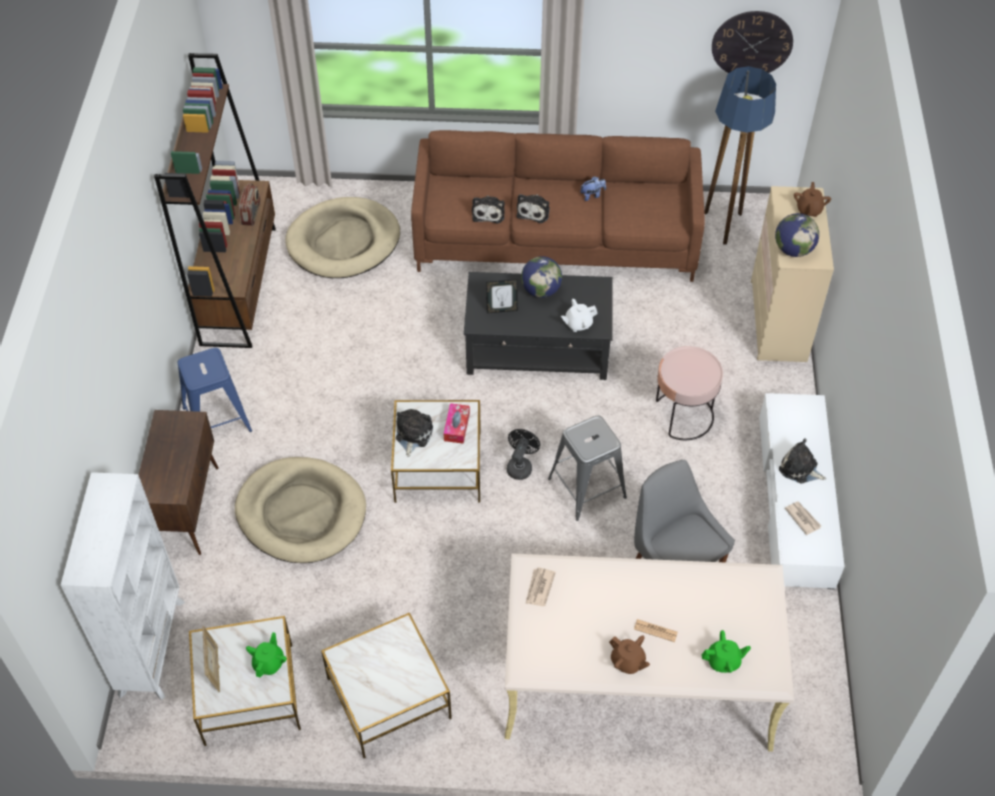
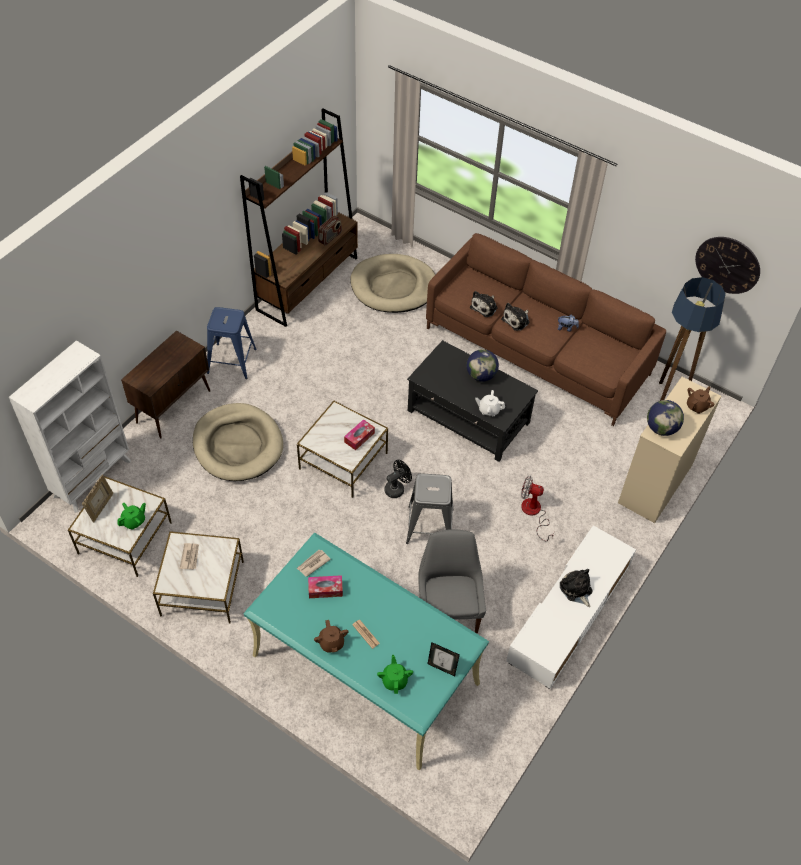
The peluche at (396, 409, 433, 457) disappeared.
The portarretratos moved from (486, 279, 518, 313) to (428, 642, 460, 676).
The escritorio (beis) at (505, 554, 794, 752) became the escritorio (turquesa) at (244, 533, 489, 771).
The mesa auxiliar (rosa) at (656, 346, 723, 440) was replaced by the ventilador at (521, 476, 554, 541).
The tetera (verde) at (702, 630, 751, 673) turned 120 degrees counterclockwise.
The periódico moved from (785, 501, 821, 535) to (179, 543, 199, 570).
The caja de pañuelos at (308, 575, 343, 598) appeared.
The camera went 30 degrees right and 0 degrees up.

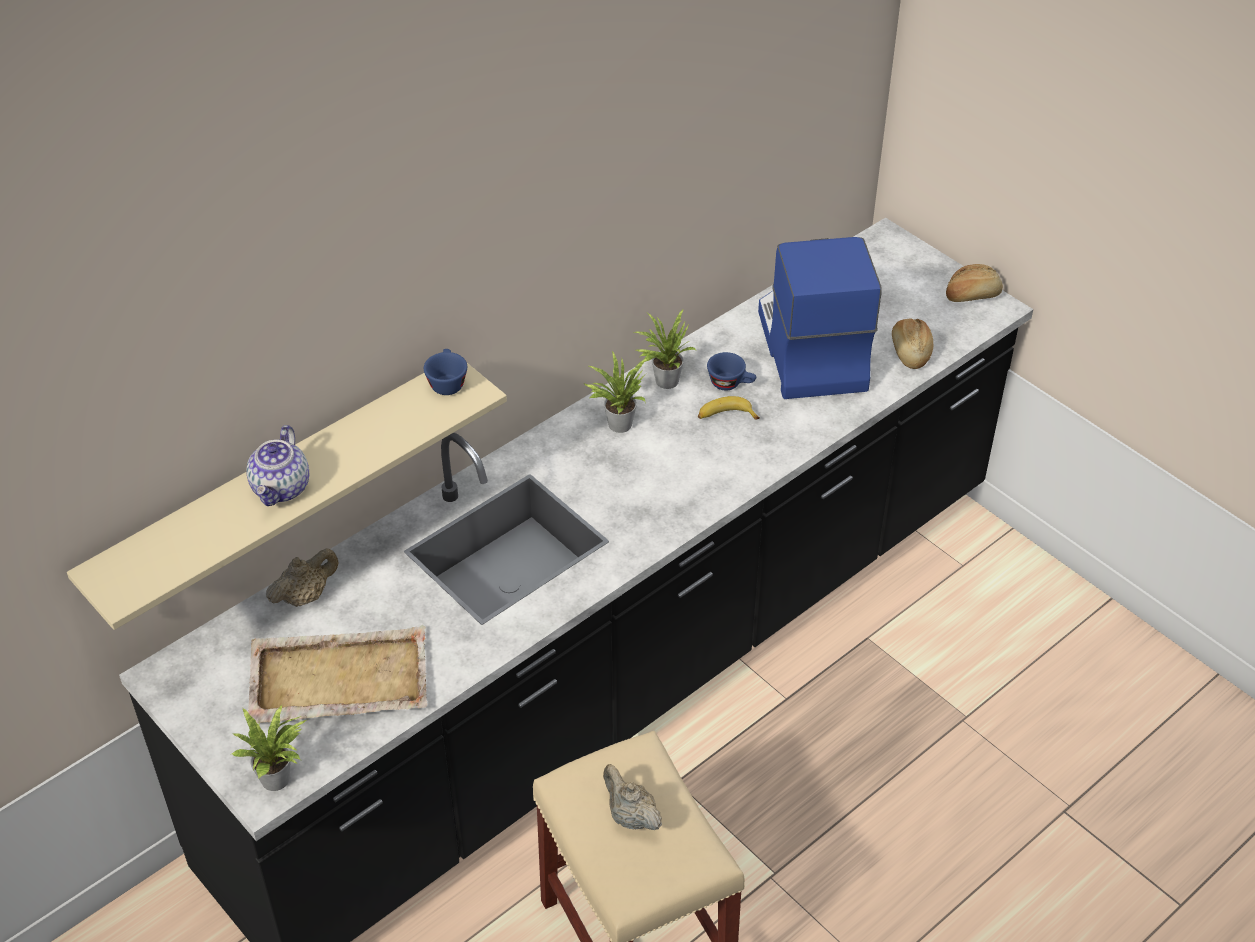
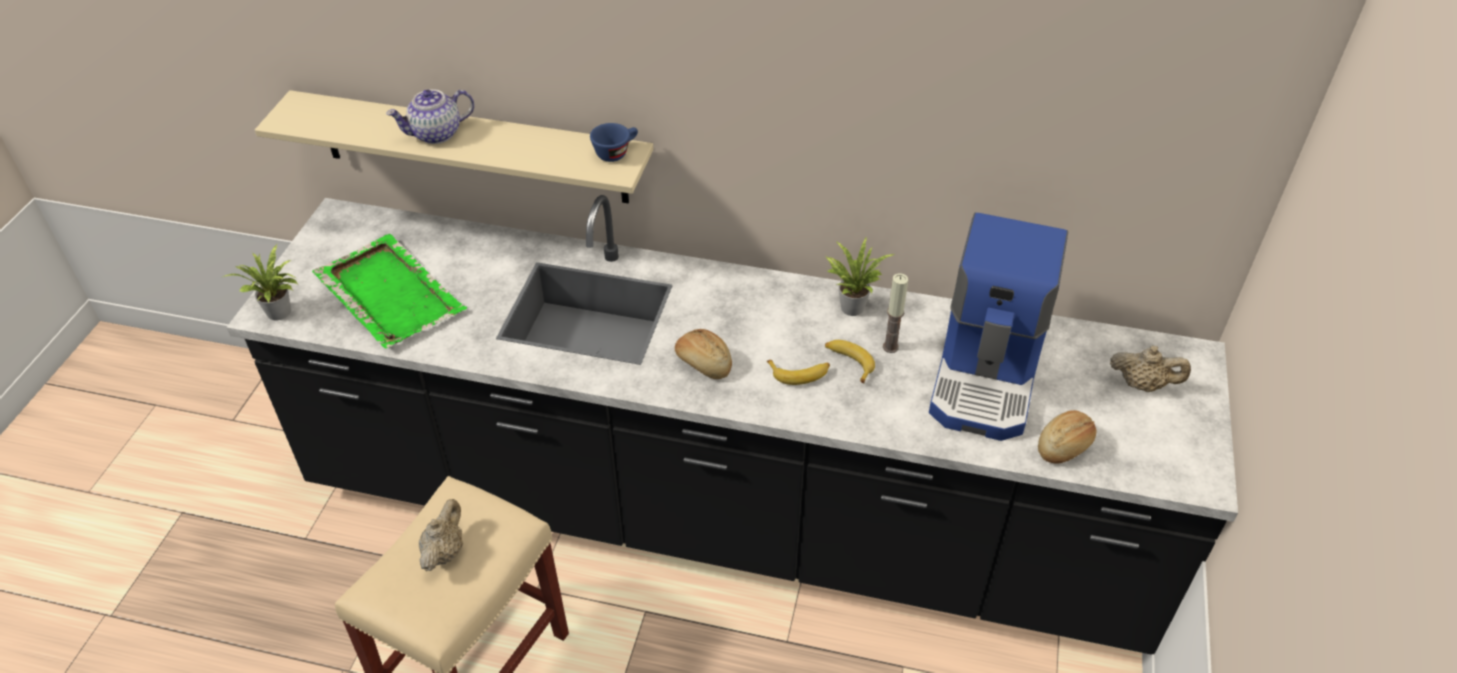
The bandeja (beis) at (248, 625, 427, 723) became the bandeja (verde) at (312, 234, 467, 348).
The tetera (beis) moved from (266, 548, 339, 607) to (1110, 346, 1191, 392).
The planta en maceta at (584, 350, 649, 433) disappeared.
The taza (azul) at (707, 352, 756, 390) was replaced by the vela at (883, 273, 908, 353).
The cafetera at (758, 237, 882, 399) turned 150 degrees clockwise.
The pan moved from (946, 264, 1003, 302) to (675, 329, 732, 379).
The plátano at (767, 360, 830, 385) appeared.
The camera went 55 degrees right and 0 degrees up.

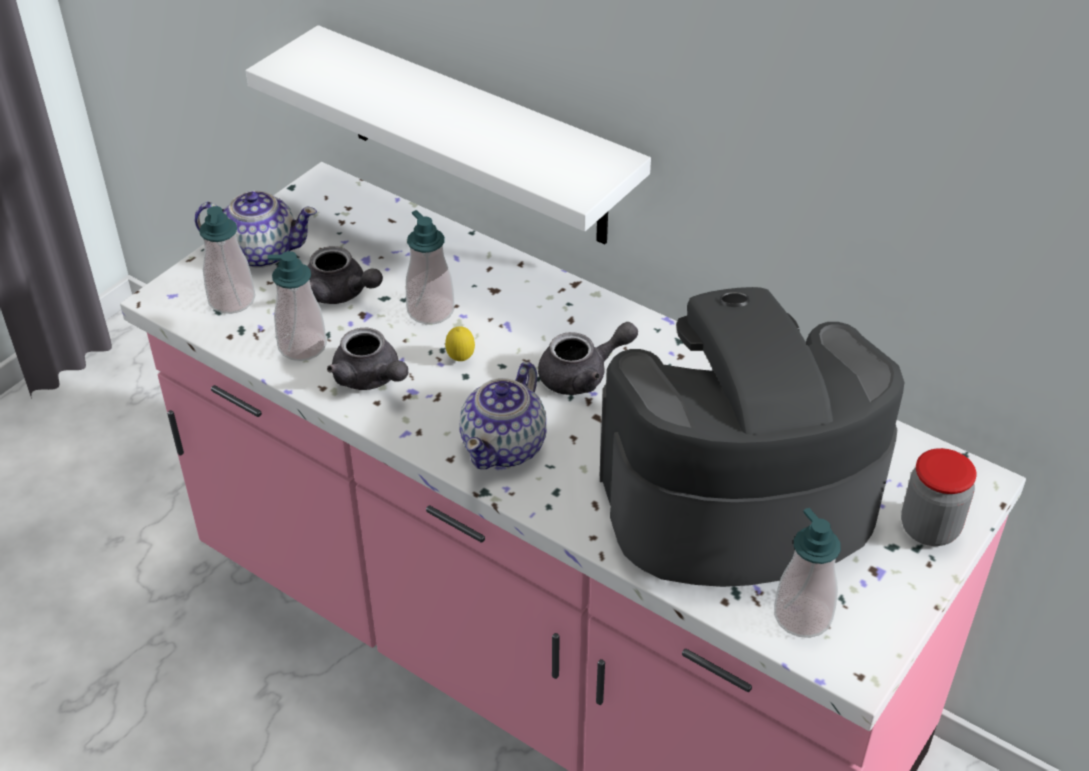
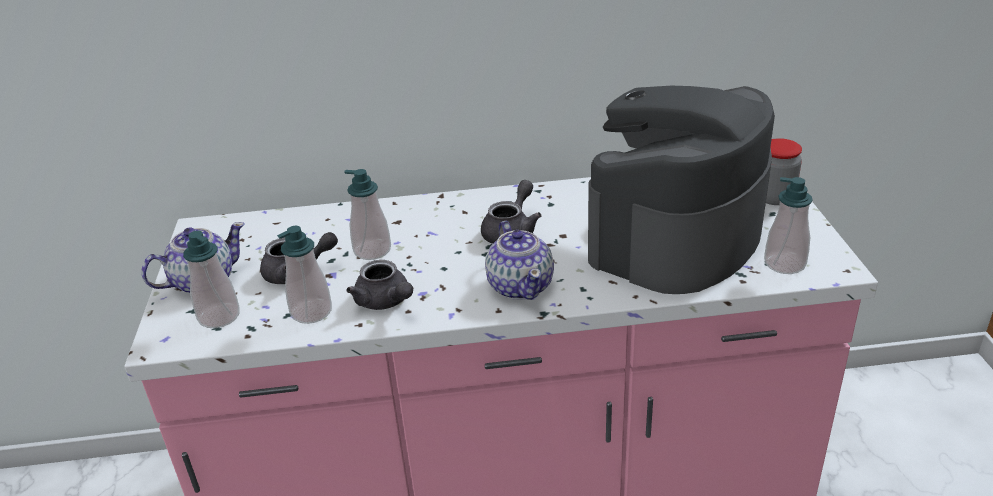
The estante (blanco) at (246, 25, 651, 244) disappeared.
The tetera (gris) at (327, 328, 408, 390) turned 45 degrees clockwise.
The limón at (445, 326, 475, 361) disappeared.
The camera went 40 degrees left and 10 degrees down.

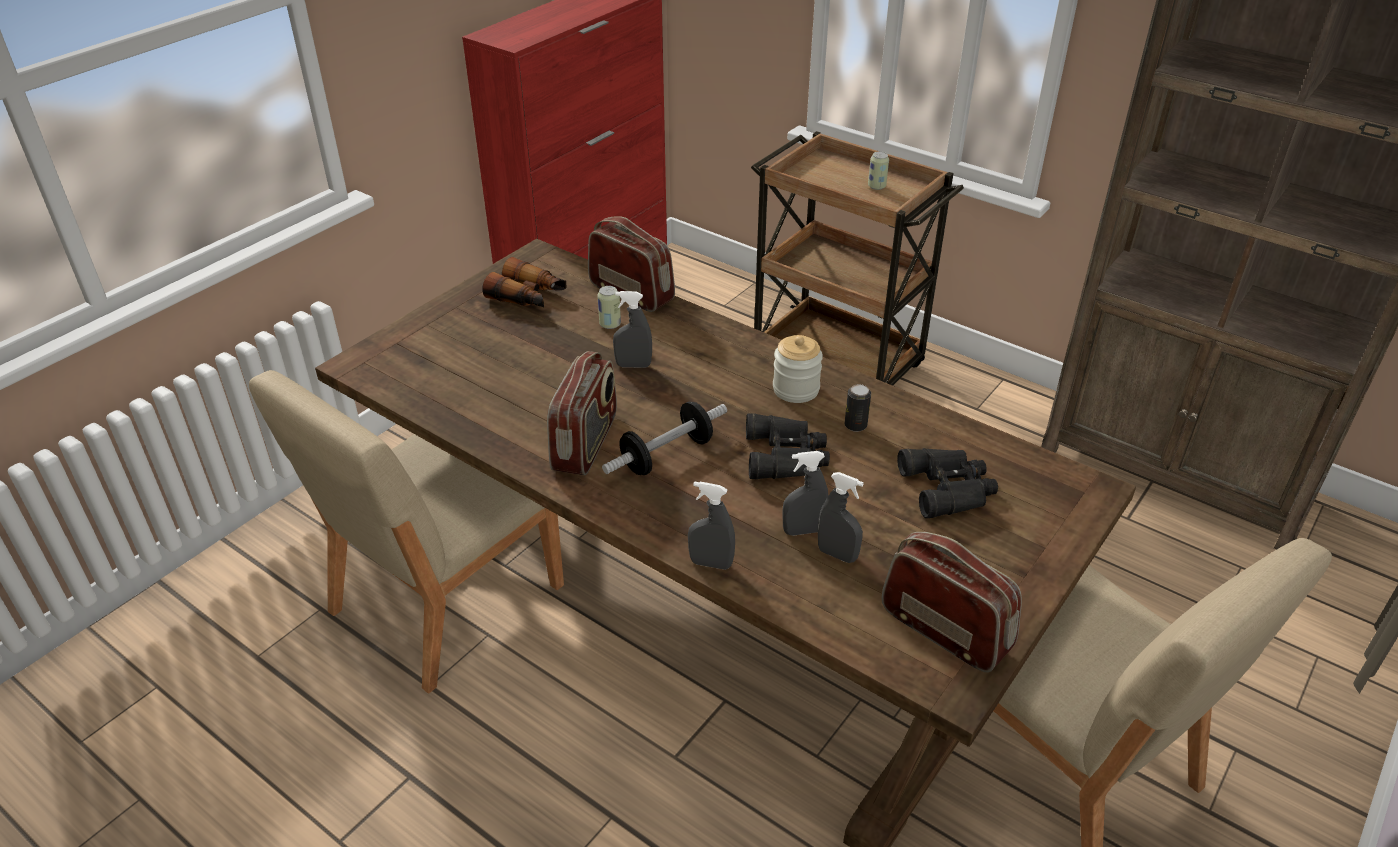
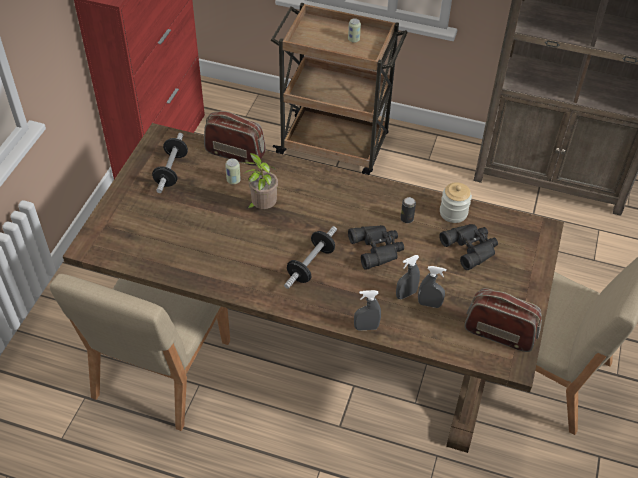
The prismáticos at (482, 257, 567, 307) was replaced by the mancuerna at (152, 133, 188, 193).
The radio at (547, 351, 617, 476) disappeared.
The pulverizador (gris) at (613, 291, 652, 368) was replaced by the planta en maceta at (243, 153, 278, 209).
The tarro moved from (773, 335, 823, 403) to (440, 182, 472, 223).
The camera went 20 degrees left and 10 degrees up.

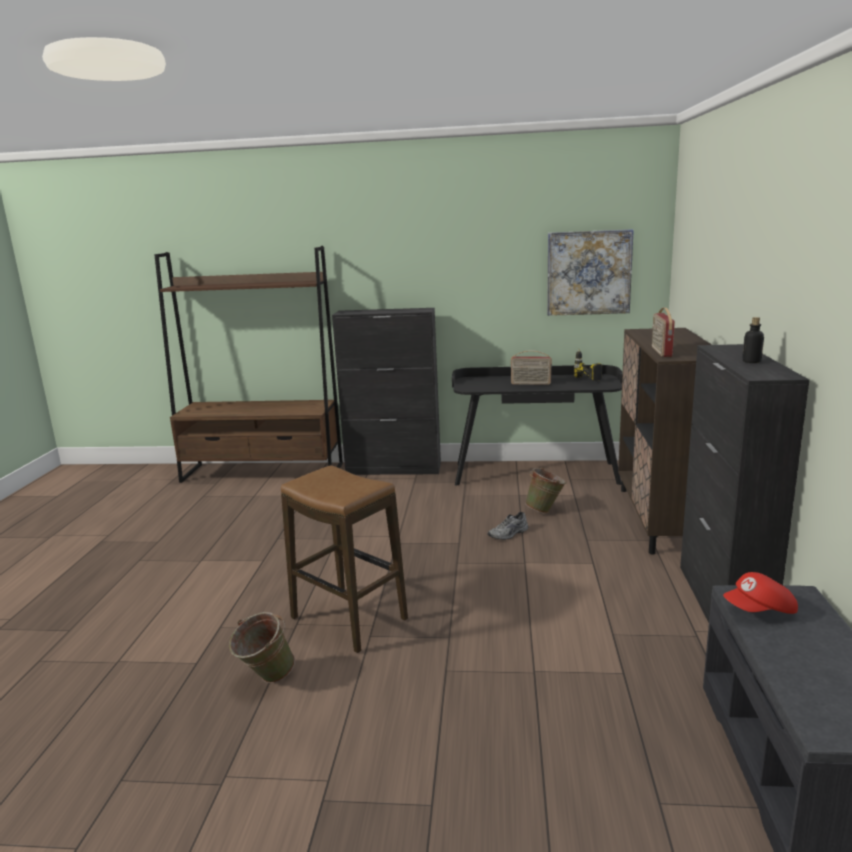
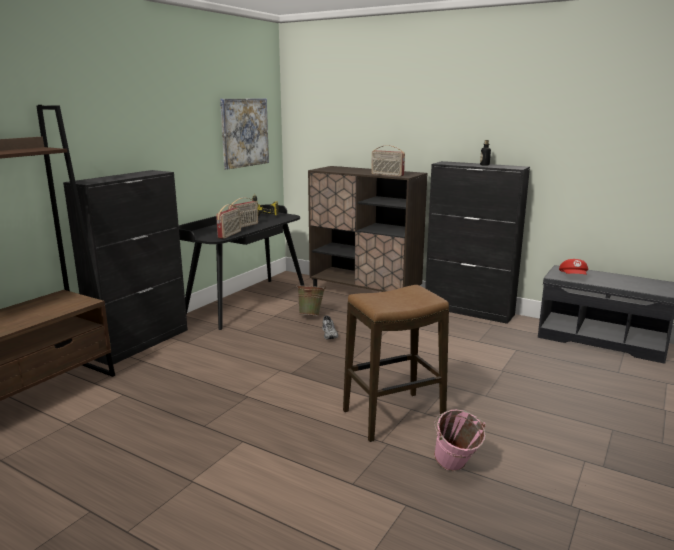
The cubo (verde) at (229, 612, 295, 683) became the cubo (rosa) at (434, 409, 486, 471).
The radio at (216, 204, 241, 239) appeared.
The camera went 65 degrees left and 0 degrees up.

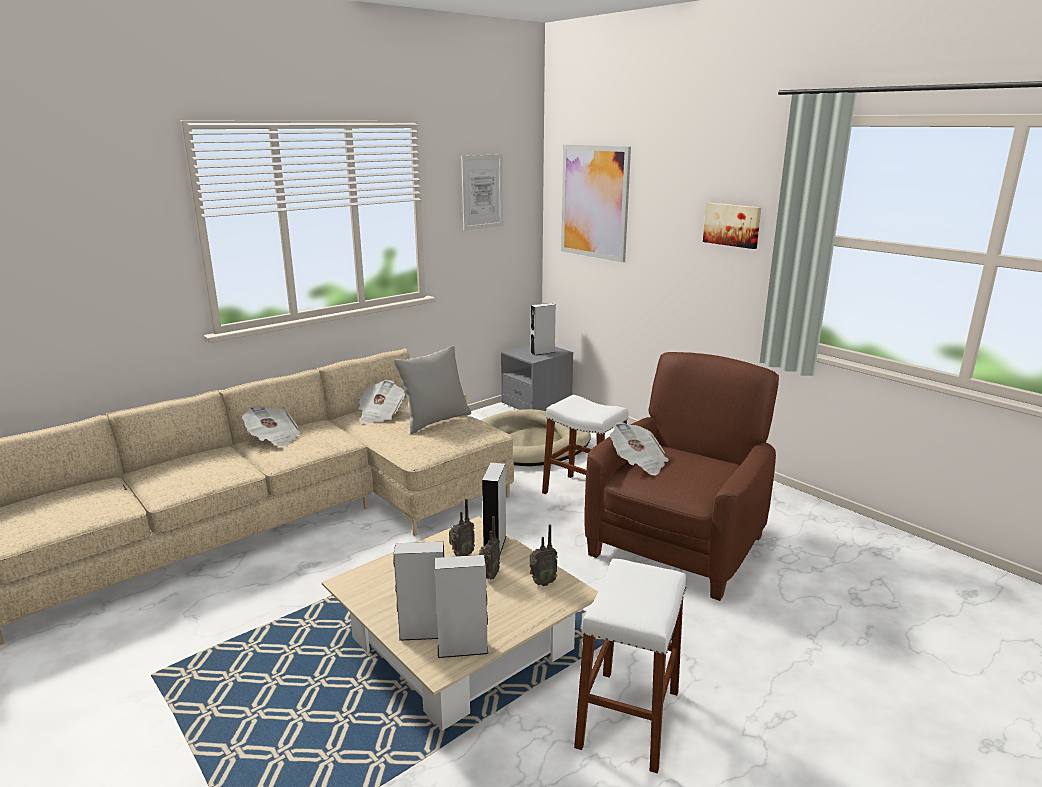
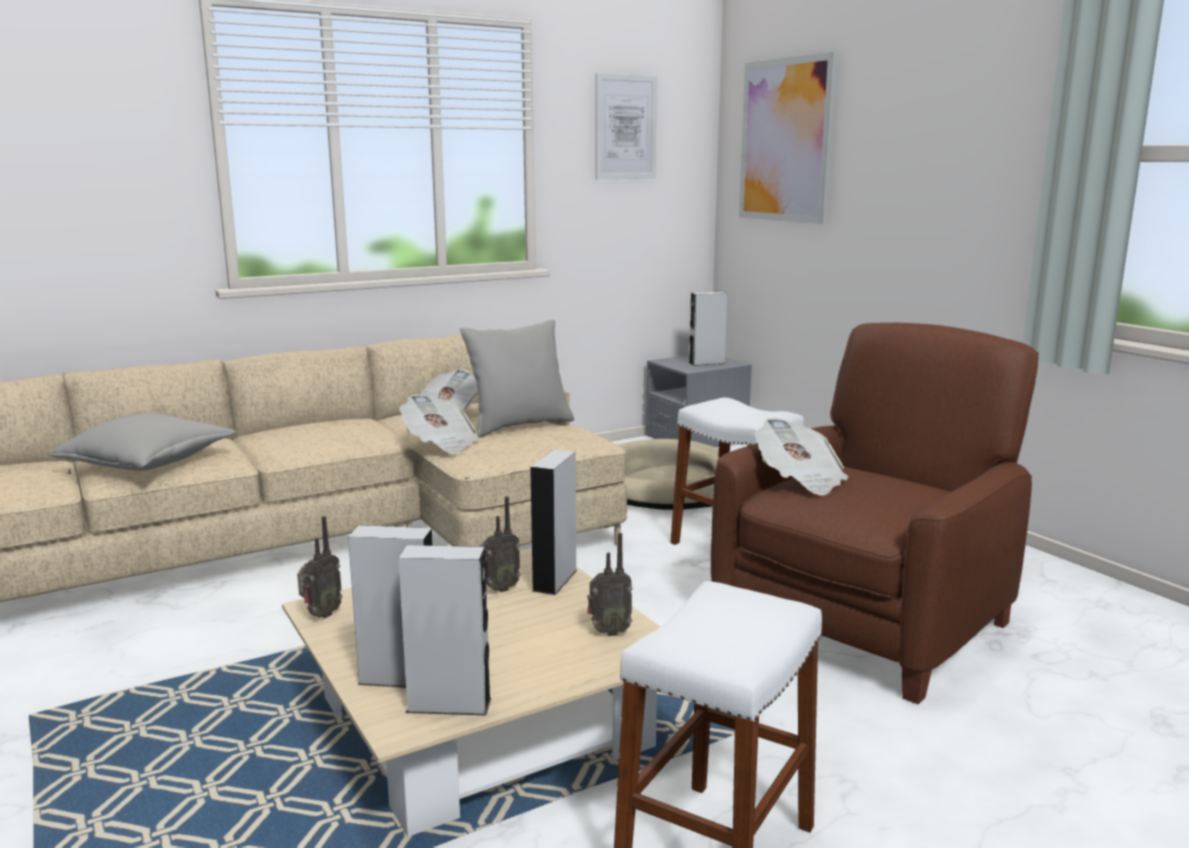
The periódico moved from (242, 407, 301, 448) to (399, 394, 479, 454).
The radio moved from (479, 516, 500, 579) to (297, 516, 342, 618).
The cuadro at (703, 203, 761, 249) disappeared.
The cojín (gris) at (48, 413, 236, 471) appeared.
The camera went 10 degrees right and 5 degrees down.

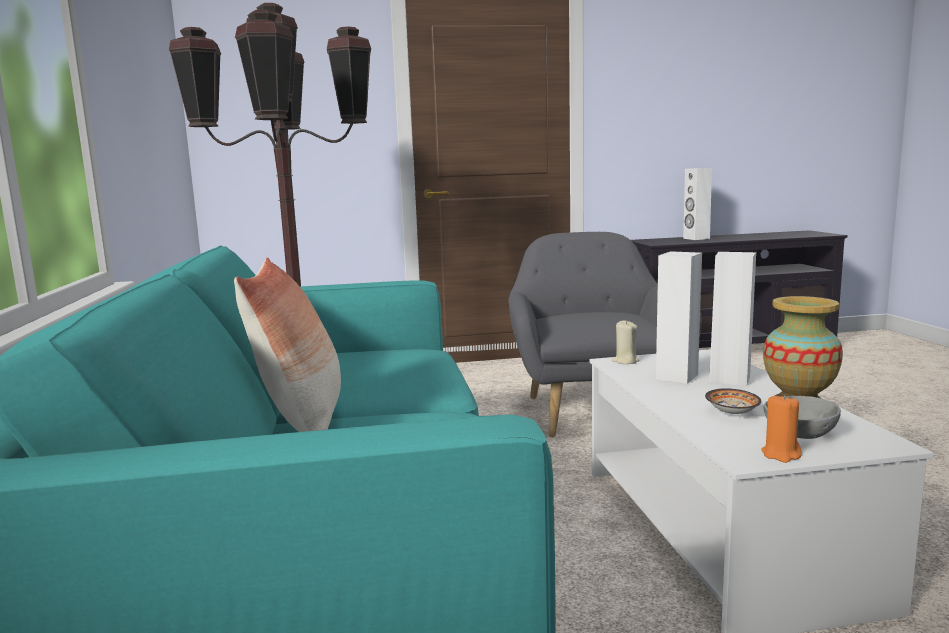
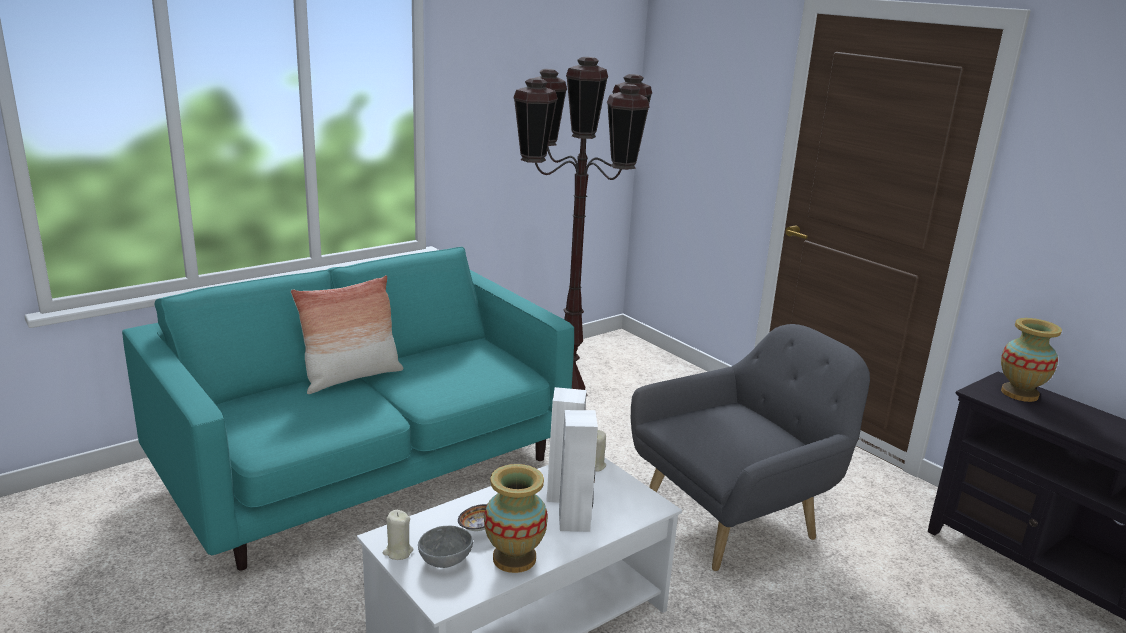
The altavoz (blanco) at (683, 168, 712, 240) disappeared.
The vela (naranja) at (761, 394, 802, 463) became the vela (beis) at (383, 510, 413, 560).
The florero at (1001, 318, 1062, 402) appeared.
The camera went 60 degrees right and 10 degrees up.

